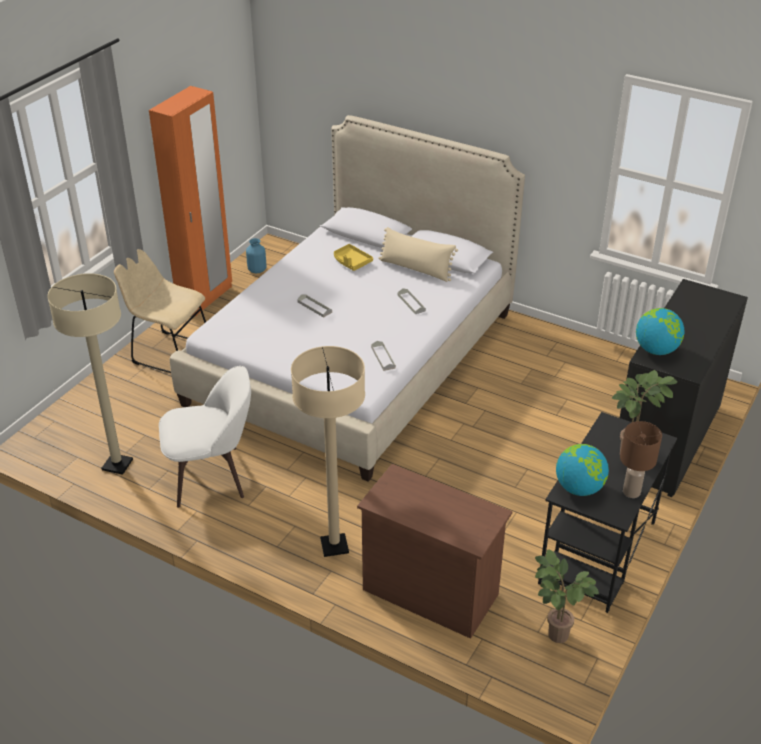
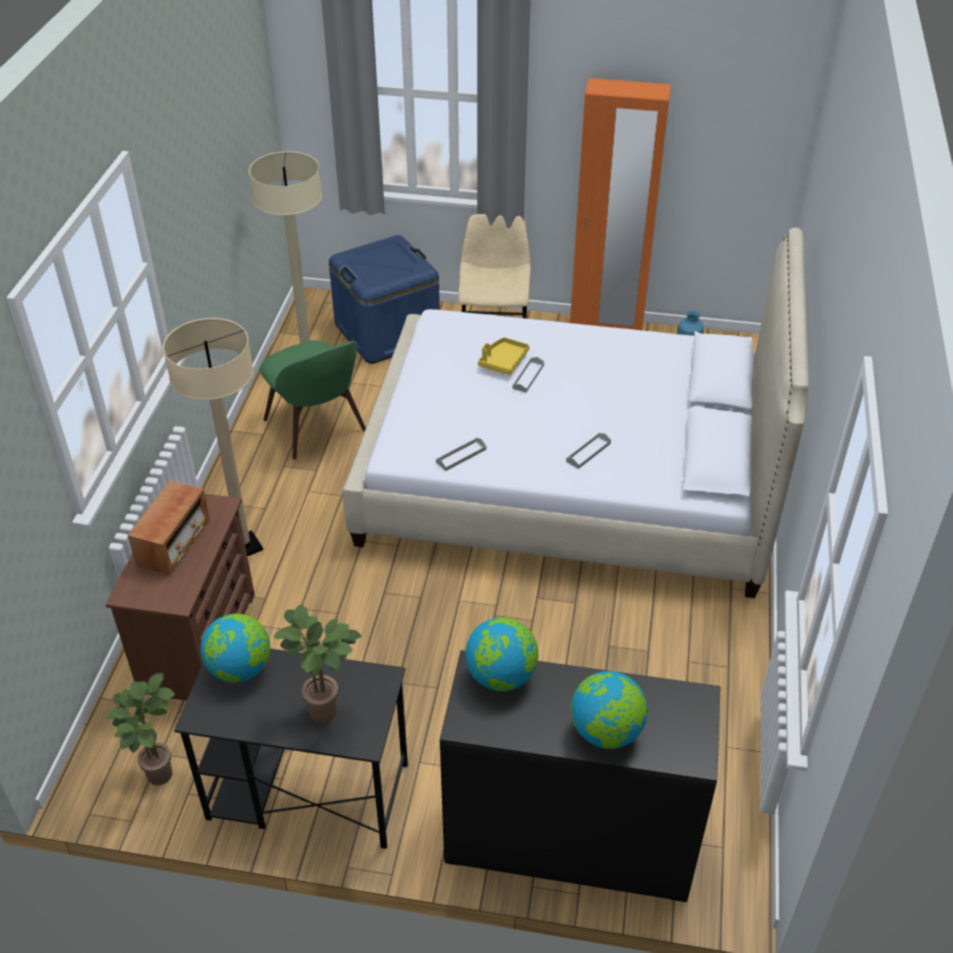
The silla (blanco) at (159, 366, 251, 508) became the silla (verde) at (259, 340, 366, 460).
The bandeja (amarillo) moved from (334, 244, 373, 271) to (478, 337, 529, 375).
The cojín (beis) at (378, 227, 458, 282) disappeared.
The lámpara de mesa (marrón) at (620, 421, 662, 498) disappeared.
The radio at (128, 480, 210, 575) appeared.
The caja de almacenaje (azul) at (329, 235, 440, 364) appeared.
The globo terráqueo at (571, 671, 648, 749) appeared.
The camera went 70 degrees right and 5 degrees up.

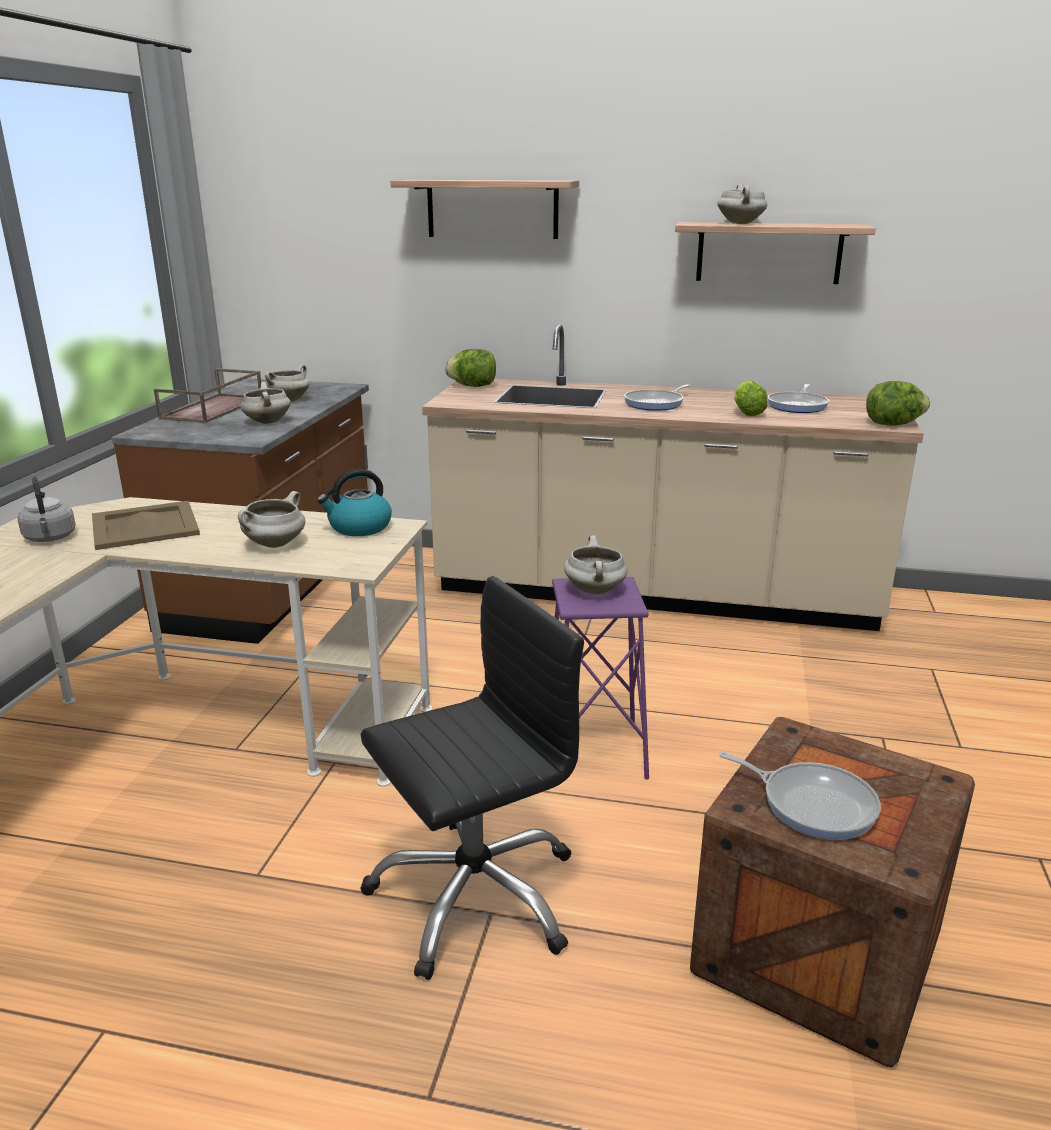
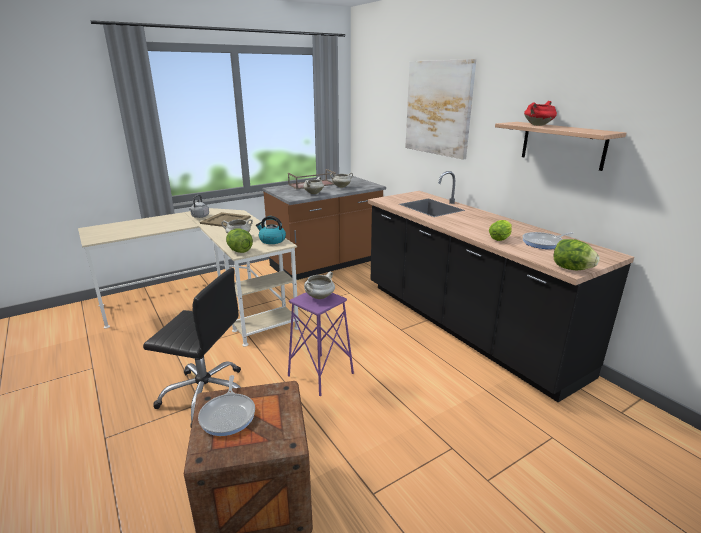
The estante at (390, 180, 579, 239) was replaced by the cuadro at (405, 59, 476, 160).
The mueble bajo de cocina (beis) at (422, 324, 924, 631) became the mueble bajo de cocina (negro) at (368, 171, 634, 402).
The lechuga moved from (445, 349, 496, 387) to (226, 228, 253, 253).
The sartén at (624, 384, 691, 411) disappeared.
The olla (blanco) at (717, 184, 767, 224) became the olla (rojo) at (524, 101, 557, 126).
The camera went 45 degrees right and 0 degrees up.

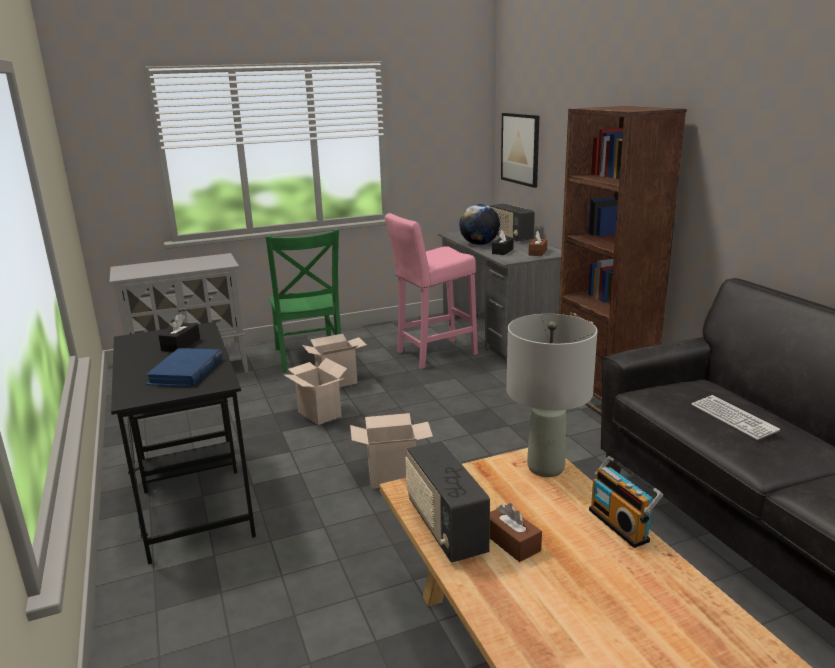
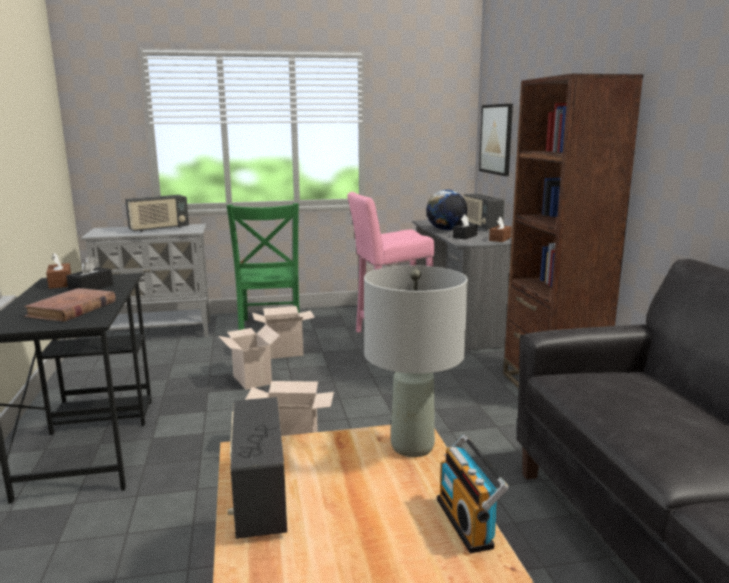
The libro (azul) at (146, 348, 222, 386) became the libro (marrón) at (24, 288, 116, 322).
The caja de pañuelos (marrón) moved from (490, 503, 542, 562) to (46, 253, 71, 289).
The teclado at (691, 395, 780, 440) disappeared.
The radio at (125, 195, 189, 232) appeared.
The camera went 10 degrees right and 5 degrees down.

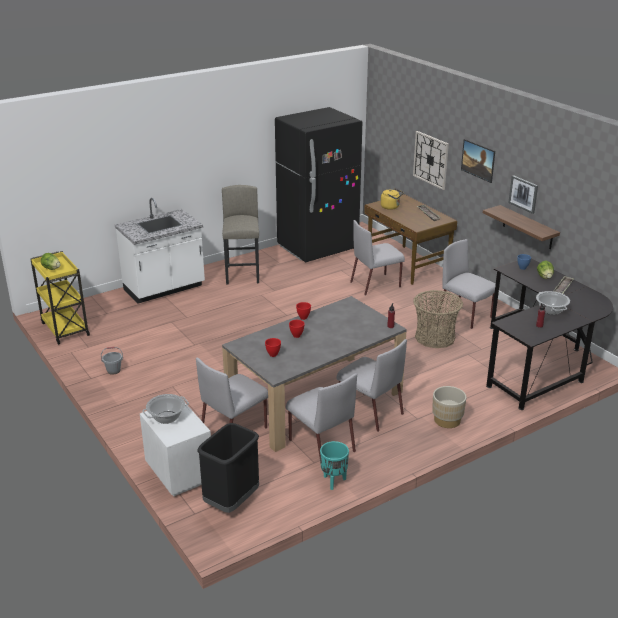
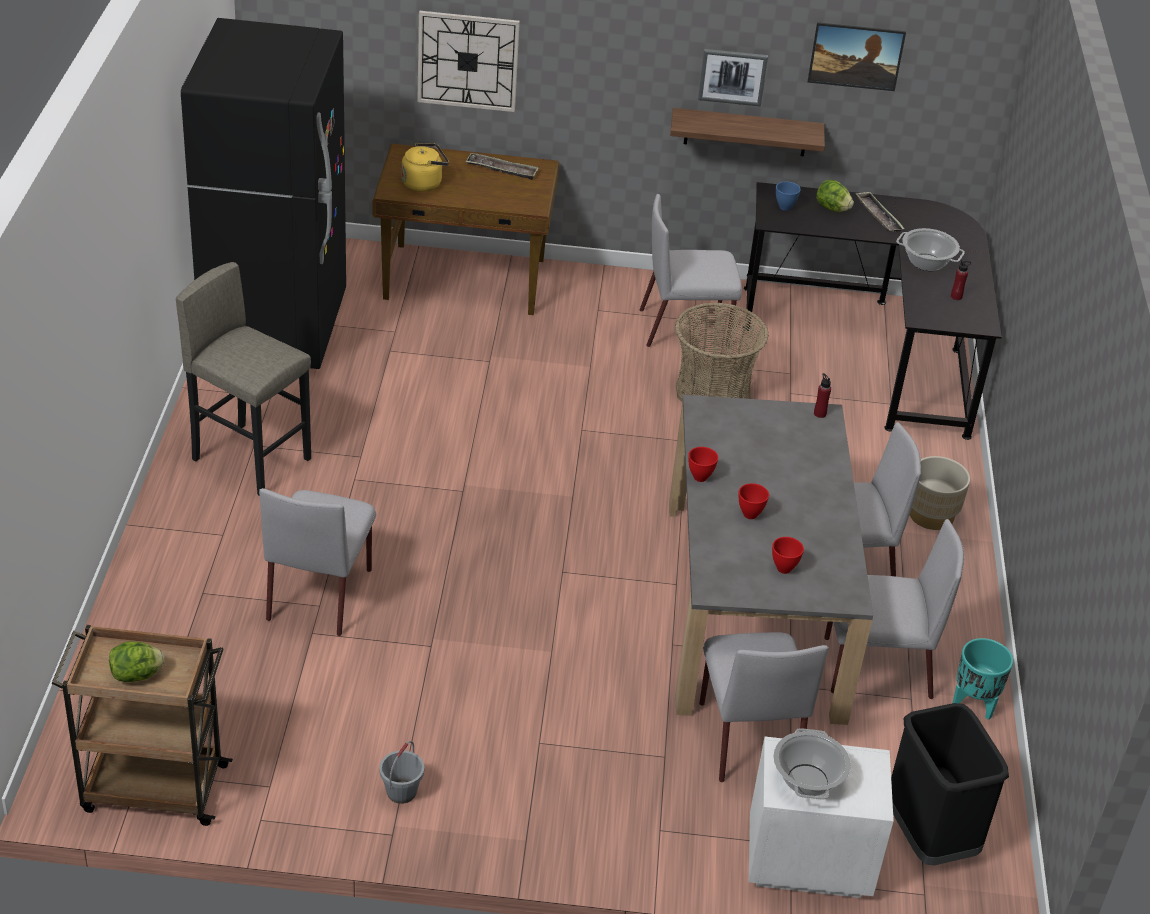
The carrito (amarillo) at (30, 251, 90, 345) became the carrito (marrón) at (51, 625, 233, 826).
The mueble bajo de cocina (blanco) at (115, 198, 205, 304) disappeared.
The silla (gris) moved from (350, 220, 405, 296) to (259, 488, 376, 636).
The cuadro moved from (461, 139, 495, 183) to (808, 22, 906, 91).
The camera went 55 degrees left and 10 degrees up.

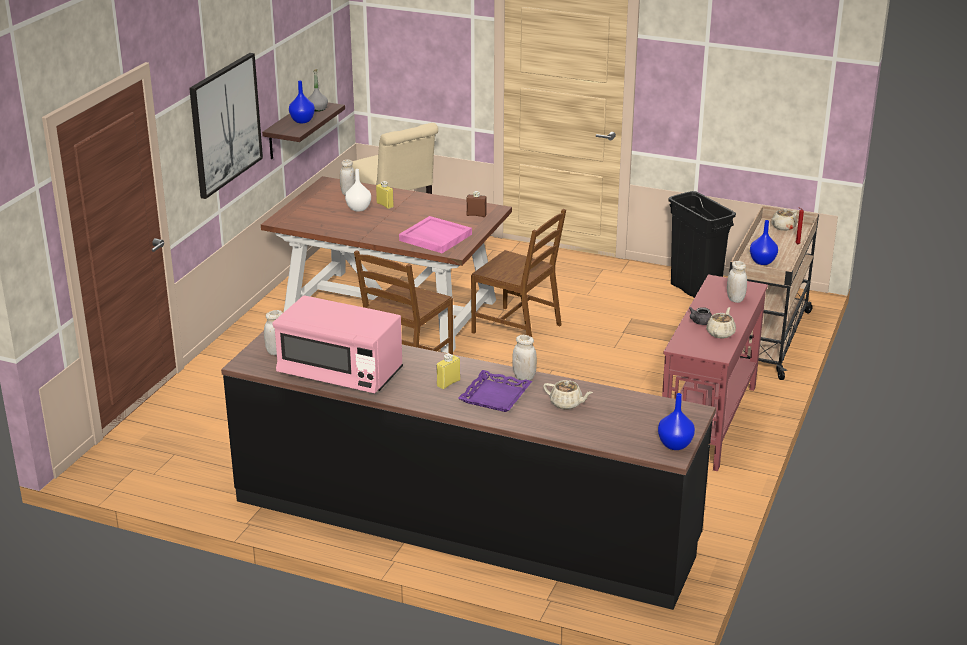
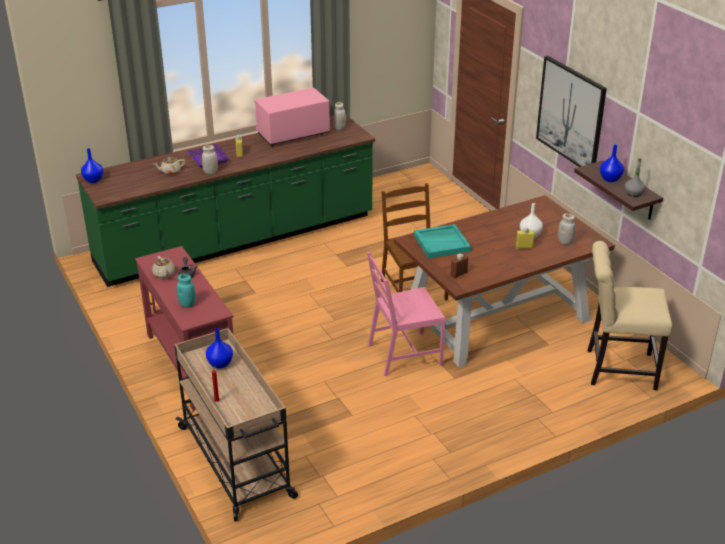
The mueble bajo de cocina (negro) at (221, 331, 716, 610) became the mueble bajo de cocina (verde) at (76, 115, 375, 287).
The bandeja (rosa) at (399, 216, 472, 253) became the bandeja (turquesa) at (414, 224, 471, 258).
The silla (marrón) at (471, 209, 566, 337) became the silla (rosa) at (367, 251, 446, 376).
The papelera (negro) at (668, 191, 736, 298) disappeared.
The tarro (blanco) at (727, 261, 747, 303) became the tarro (turquesa) at (177, 274, 196, 308).
The tetera (beis) at (771, 209, 797, 231) disappeared.
The camera went 130 degrees right and 5 degrees up.

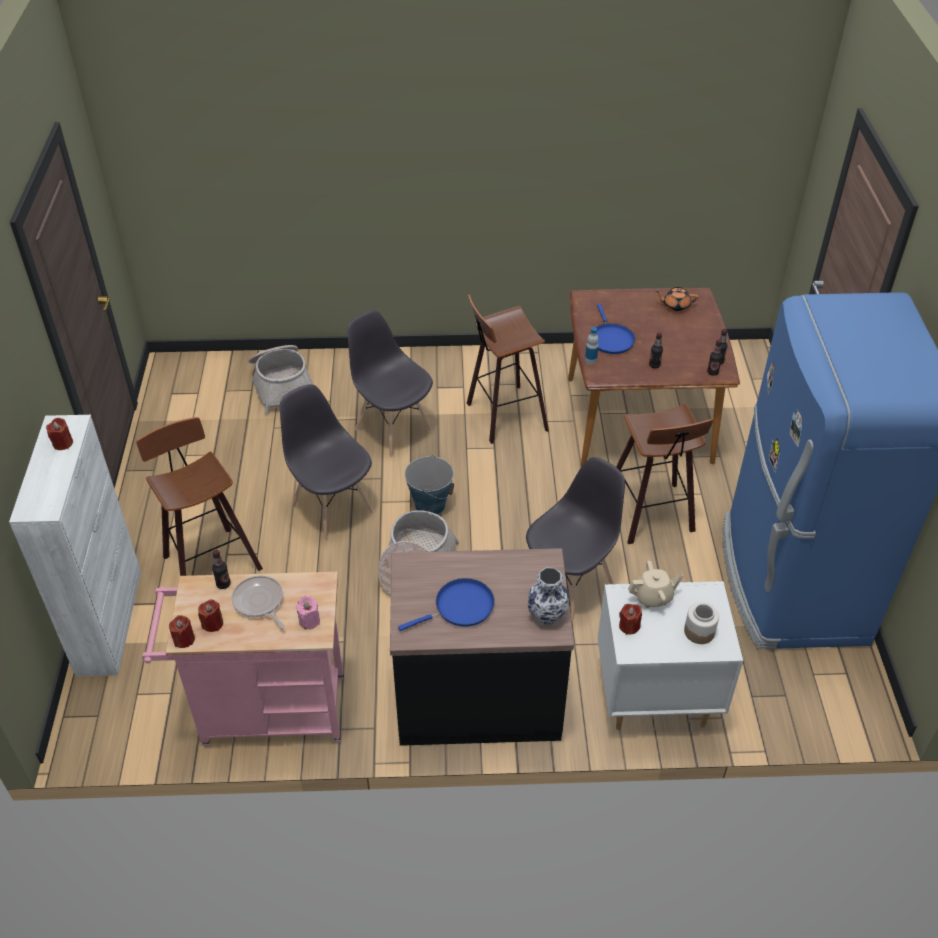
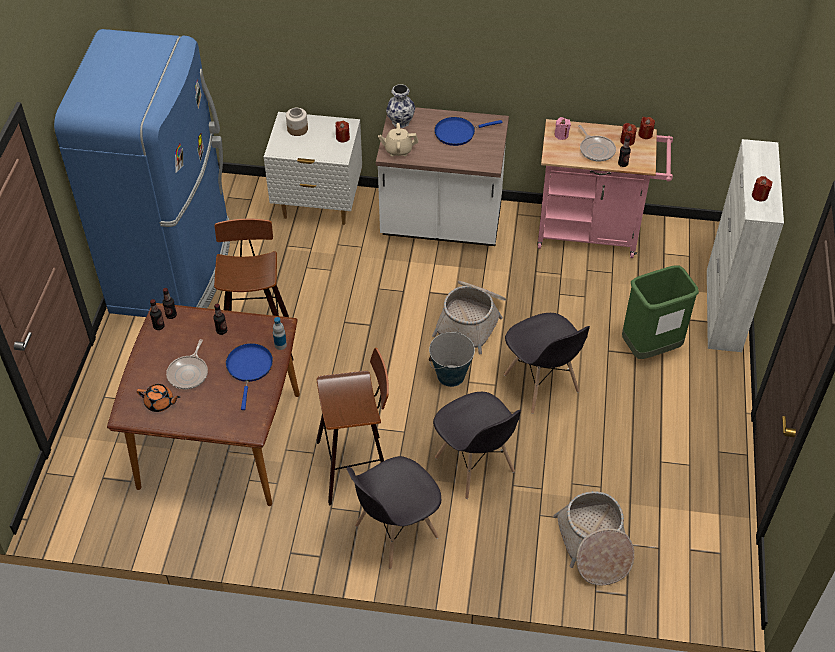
The taburete at (136, 417, 263, 576) was replaced by the papelera (verde) at (622, 266, 699, 359).
The mueble bajo de cocina (negro) at (390, 548, 574, 746) became the mueble bajo de cocina (blanco) at (376, 107, 509, 246).
The silla (gris) moved from (526, 457, 625, 620) to (347, 456, 441, 569).
The tetera (beis) moved from (628, 561, 683, 608) to (378, 123, 418, 156).
The sartén at (166, 339, 208, 389) appeared.
The camera went 170 degrees left and 5 degrees up.

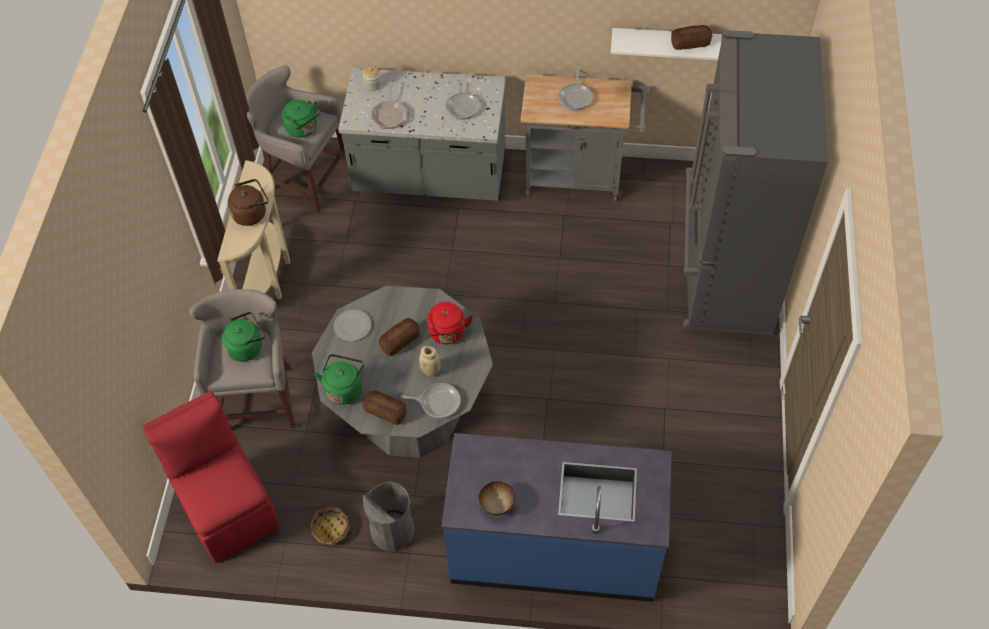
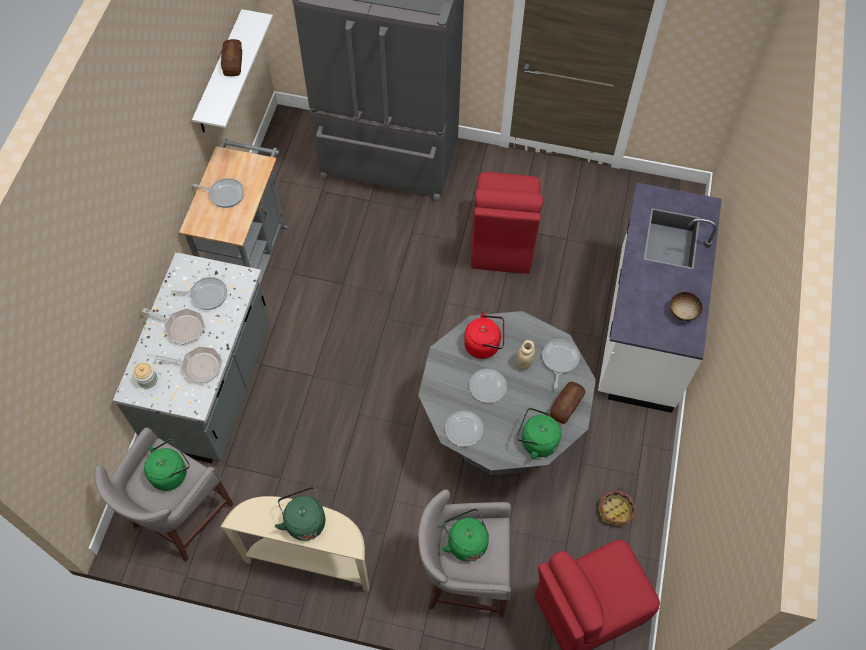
The hervidor (marrón) at (228, 179, 268, 226) became the hervidor (verde) at (275, 487, 326, 541).
The papelera (gris) at (363, 482, 415, 551) disappeared.
The pan at (379, 318, 420, 356) was replaced by the plato at (469, 369, 507, 403).
The mueble bajo de cocina (azul) at (441, 433, 671, 602) became the mueble bajo de cocina (blanco) at (598, 182, 722, 413).
The sartén at (142, 308, 205, 345) appeared.
The silla (rojo) at (471, 172, 543, 274) appeared.
The camera went 85 degrees left and 5 degrees up.

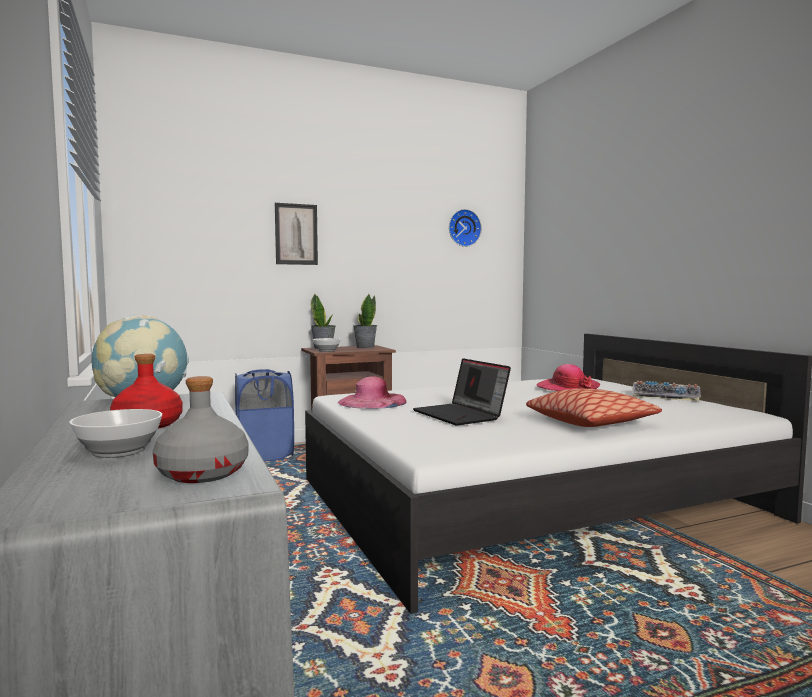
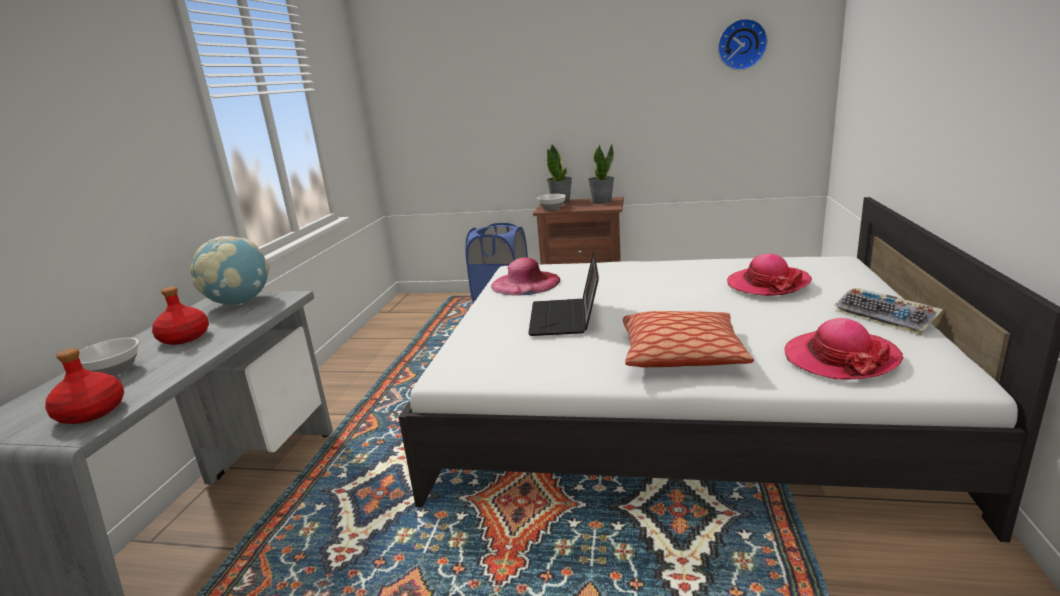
The botella (gris) at (153, 376, 249, 483) became the botella (rojo) at (45, 348, 124, 424).
The cuadro at (275, 203, 318, 265) disappeared.
The sombrero at (785, 318, 904, 380) appeared.
The camera went 35 degrees right and 15 degrees up.

